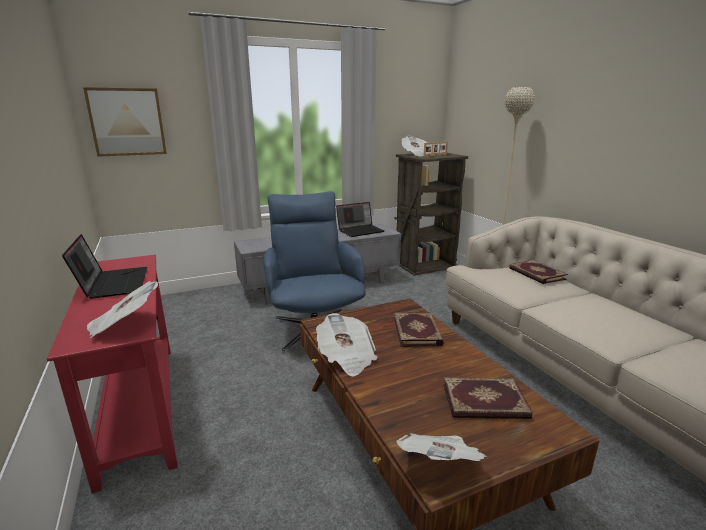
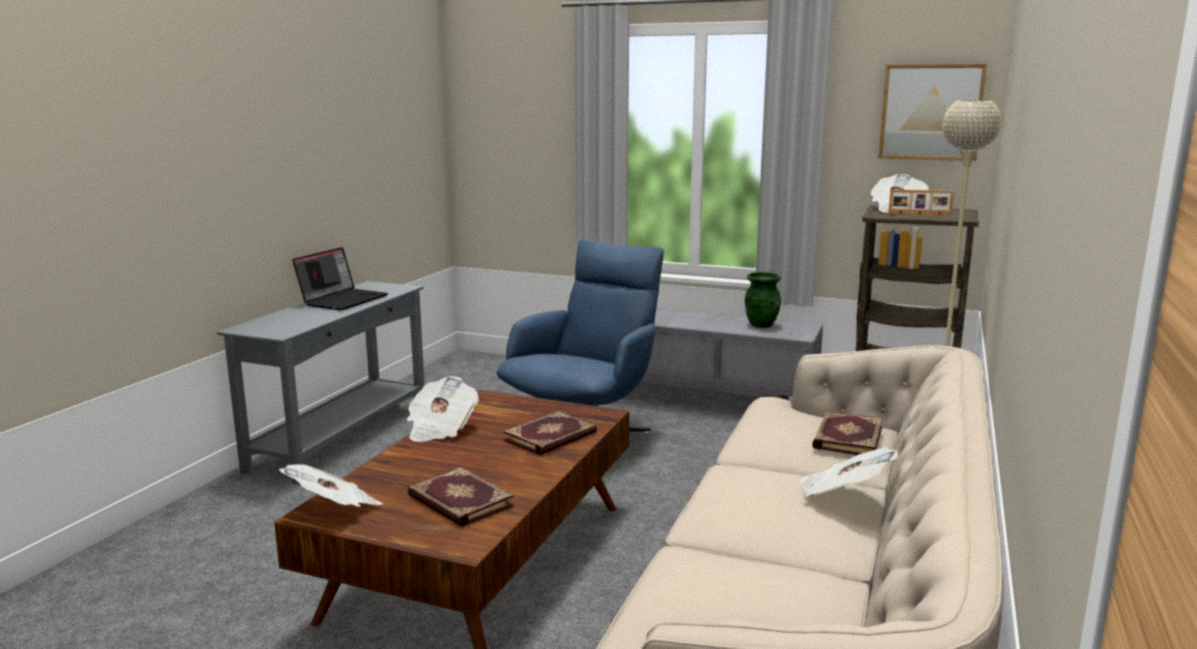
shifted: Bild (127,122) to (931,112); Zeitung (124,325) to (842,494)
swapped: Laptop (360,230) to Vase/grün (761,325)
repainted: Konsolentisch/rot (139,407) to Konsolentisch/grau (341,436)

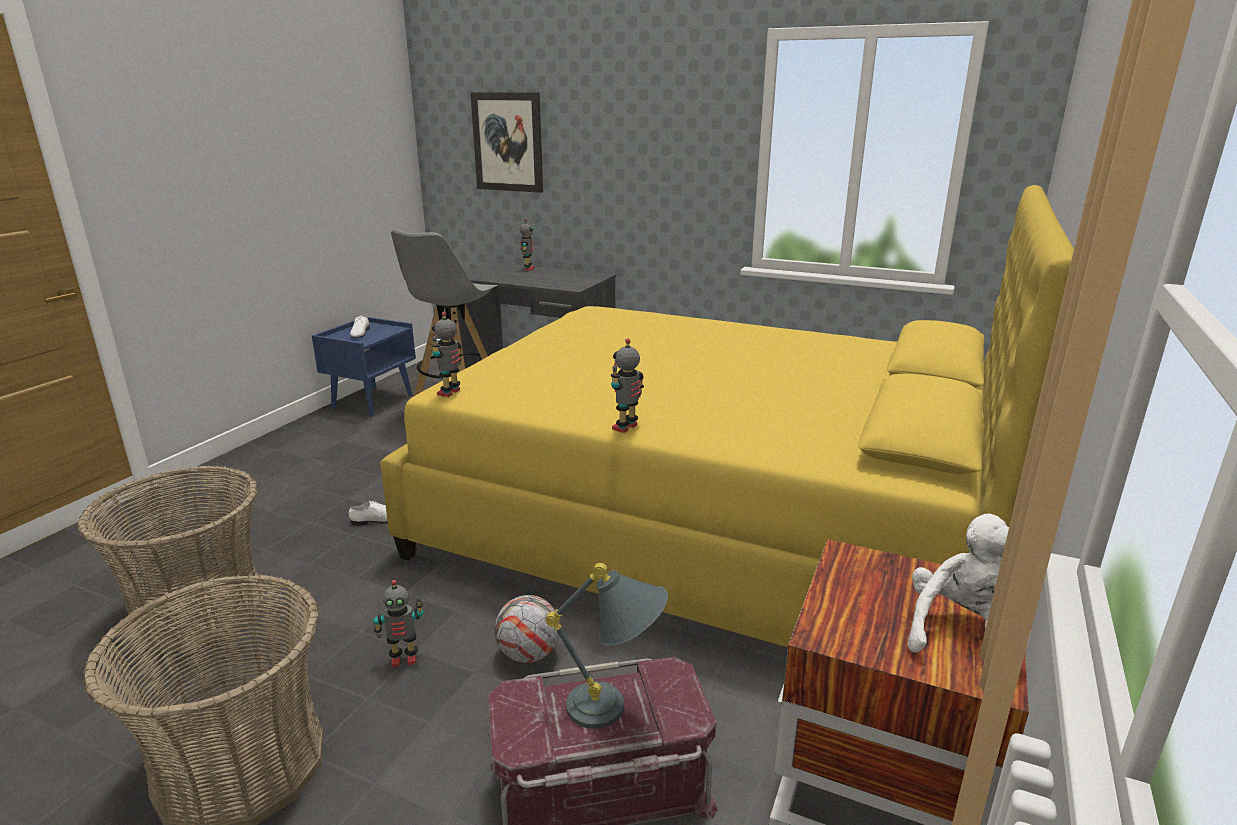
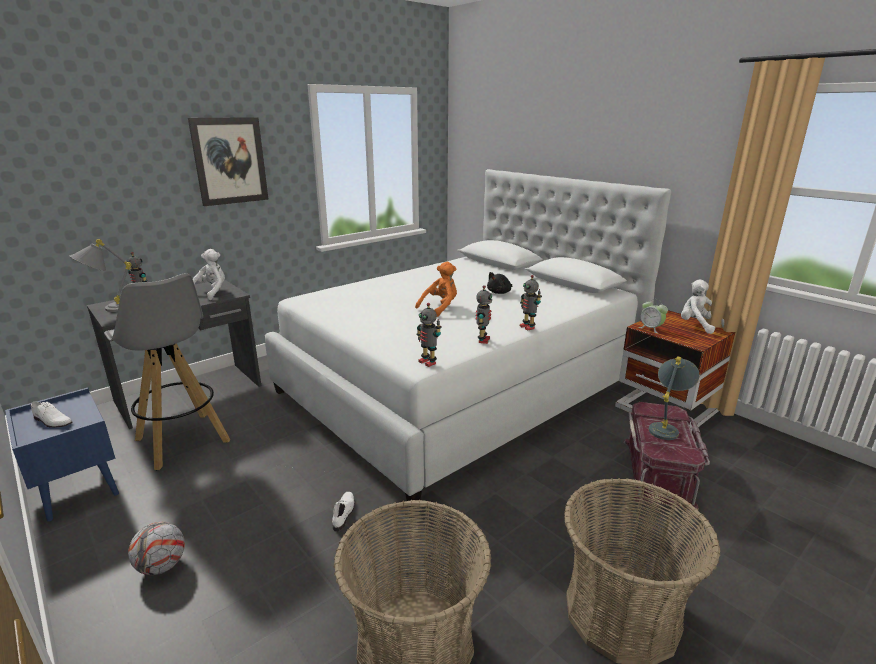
new: Tischlampe/grau (108,309); Plüschtier/weiß (211,292); Plüschtier/orange (440,308); Plüschtier/schwarz (500,292); Wecker (651,328)
shifted: Spielzeugroboter (404,659) to (482,340); Bild (508,142) to (230,161); Fußball (528,654) to (161,566)
repainted: Bett/gelb (712,522) to Bett/weiß (461,385)

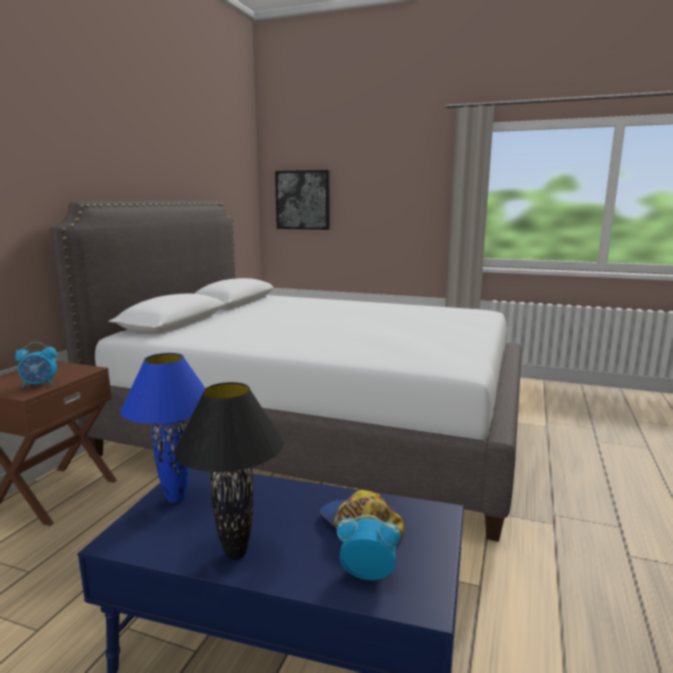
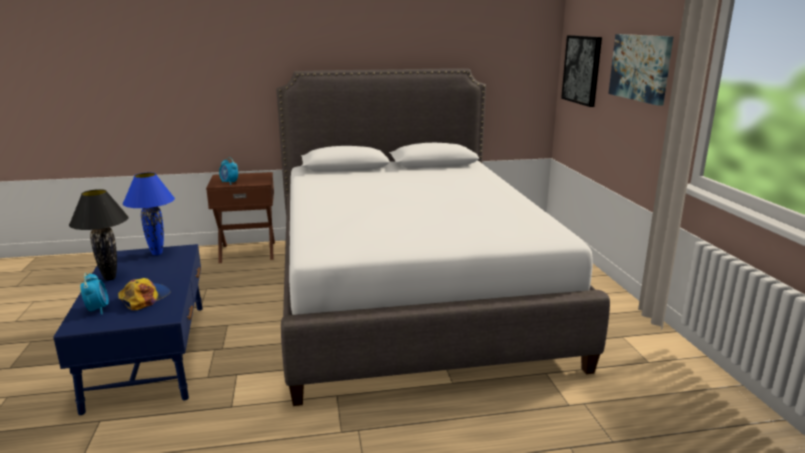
new: Bild (640,67)

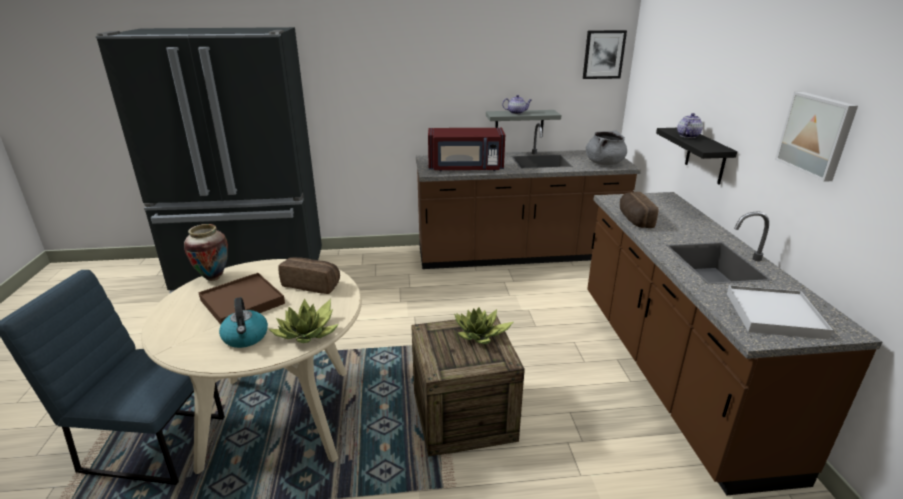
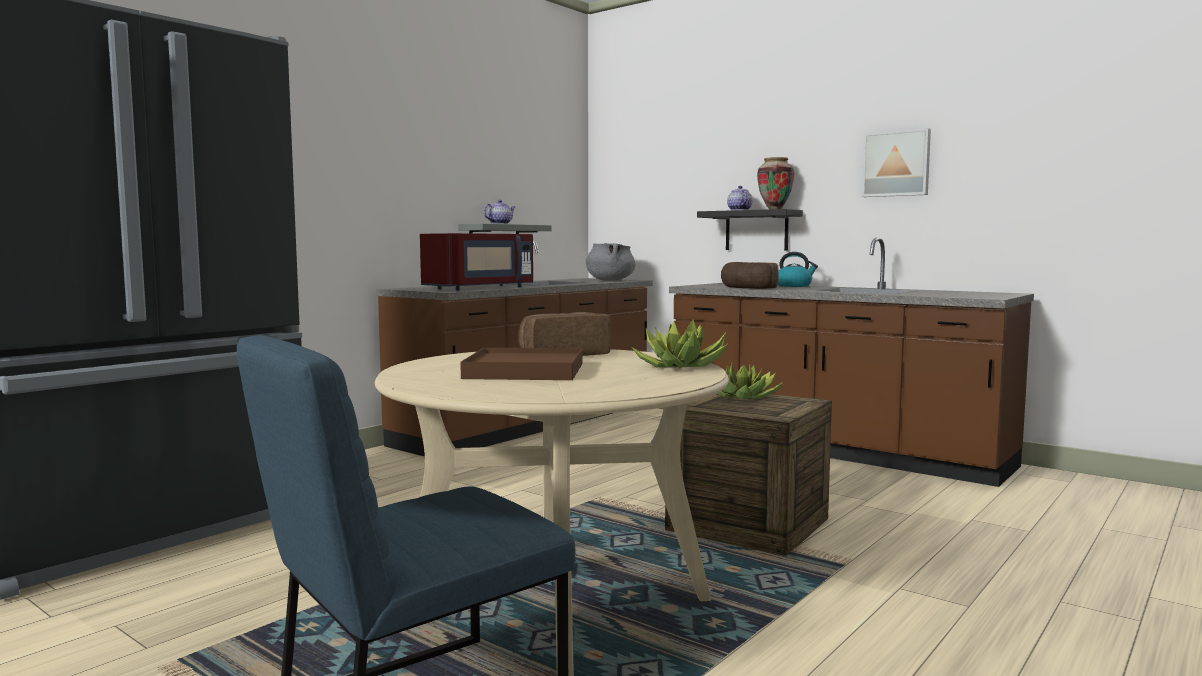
gone: Bild (603,54); Tablett/weiß (773,315)
shifted: Vase (213,278) to (775,209); Wasserkessel (246,337) to (794,286)

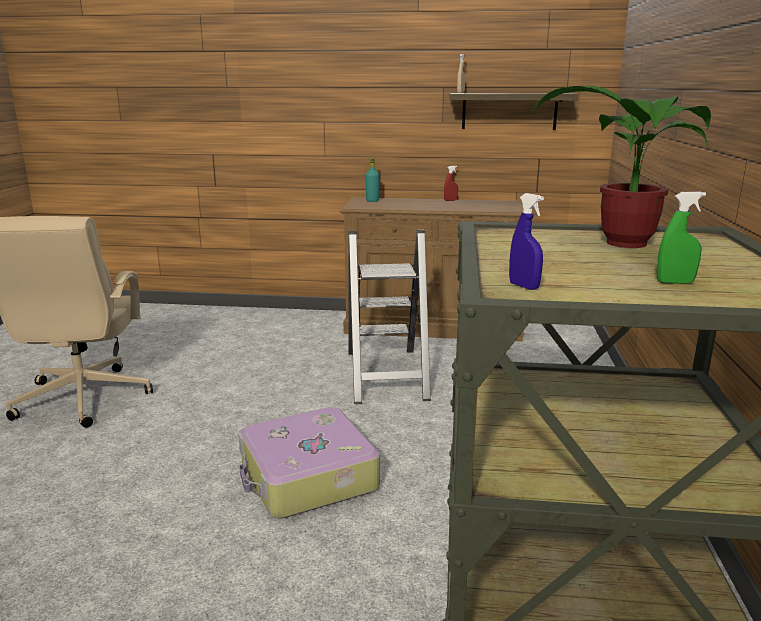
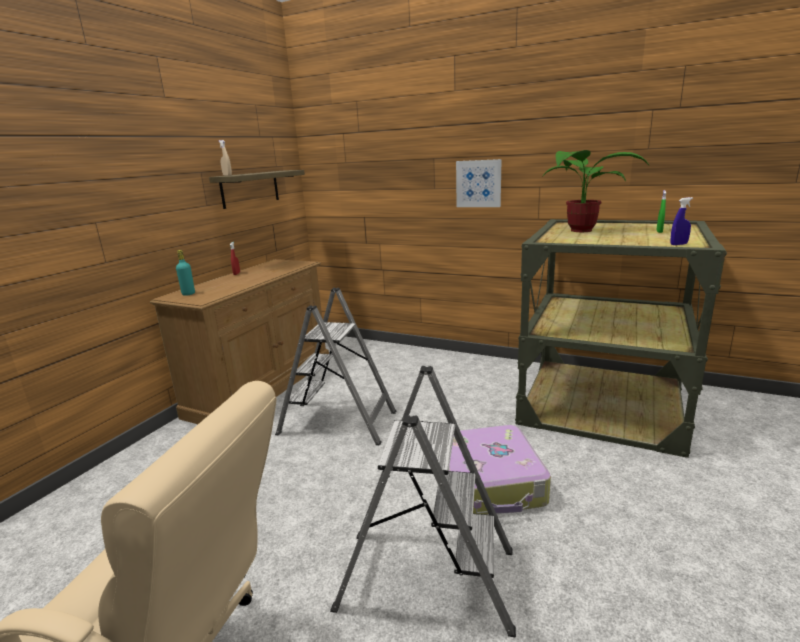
new: Trittleiter/grau (424,577); Bild (478,183)

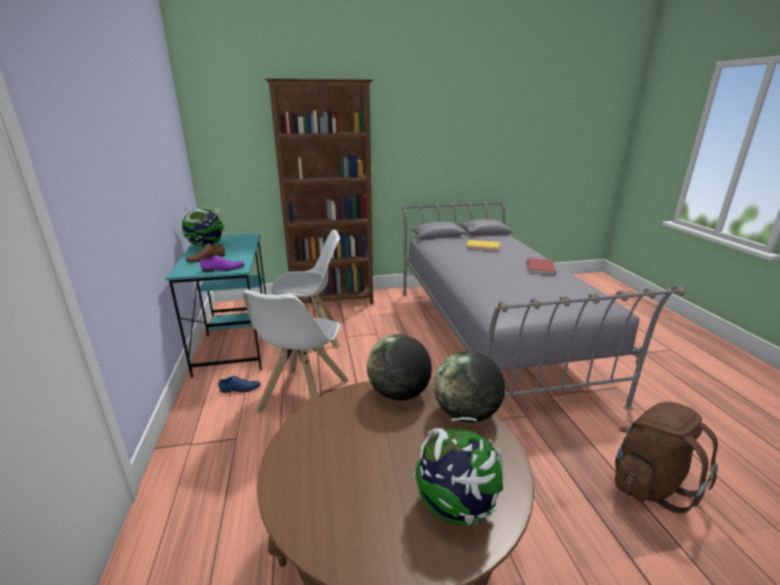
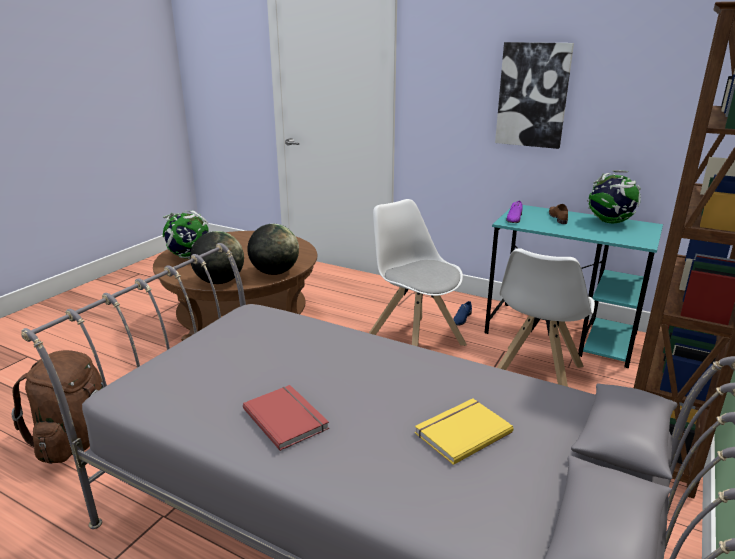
new: Bild (533,95)

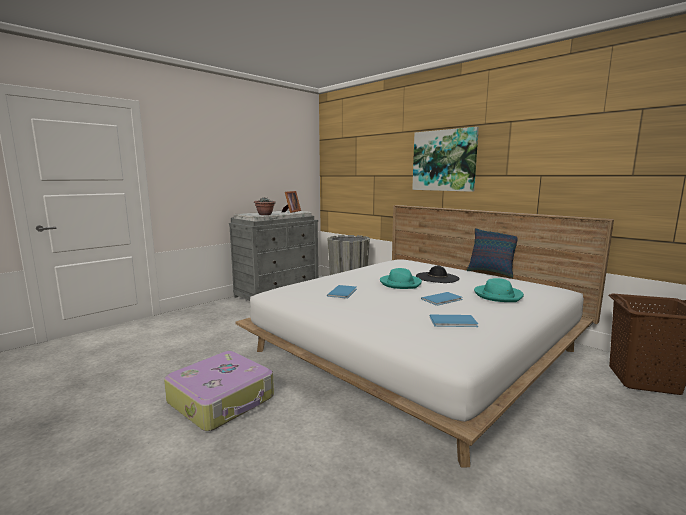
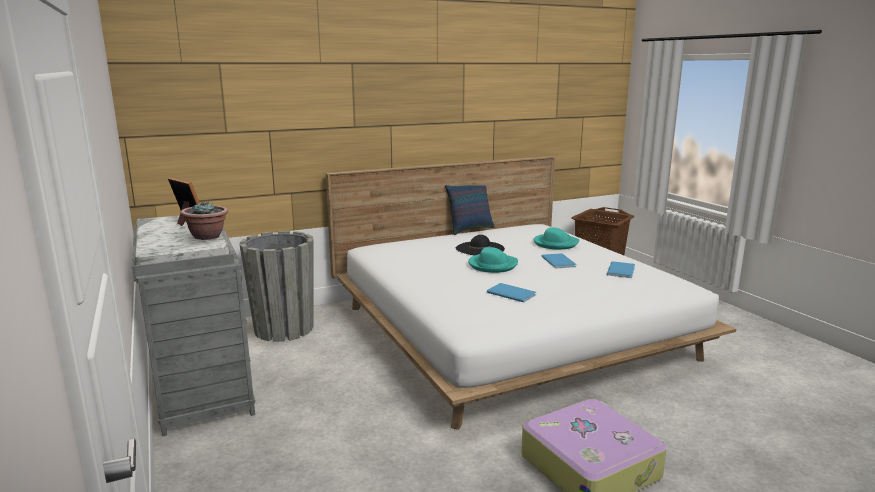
gone: Bild (444,160)

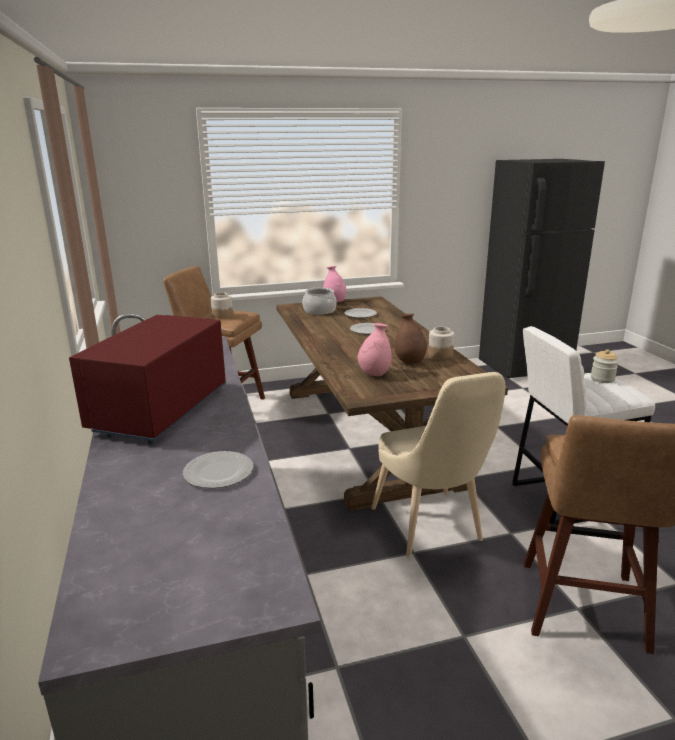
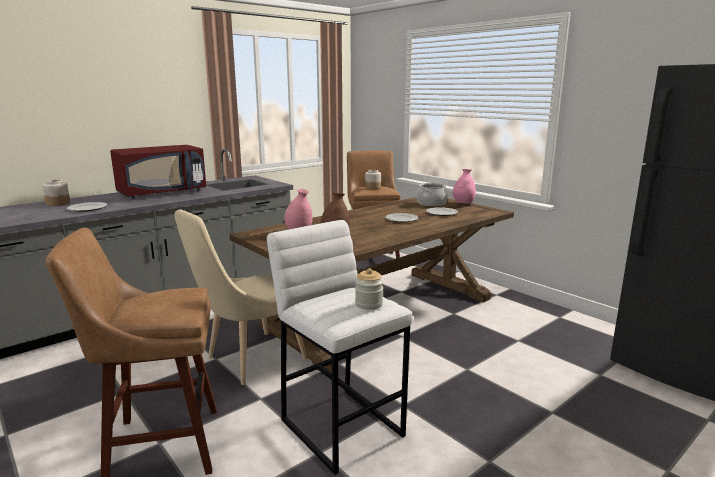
shifted: Vorratsglas (440,354) to (58,203)
rotated: Mikrowelle/rot (161,411) = (162,193) 150 degrees clockwise

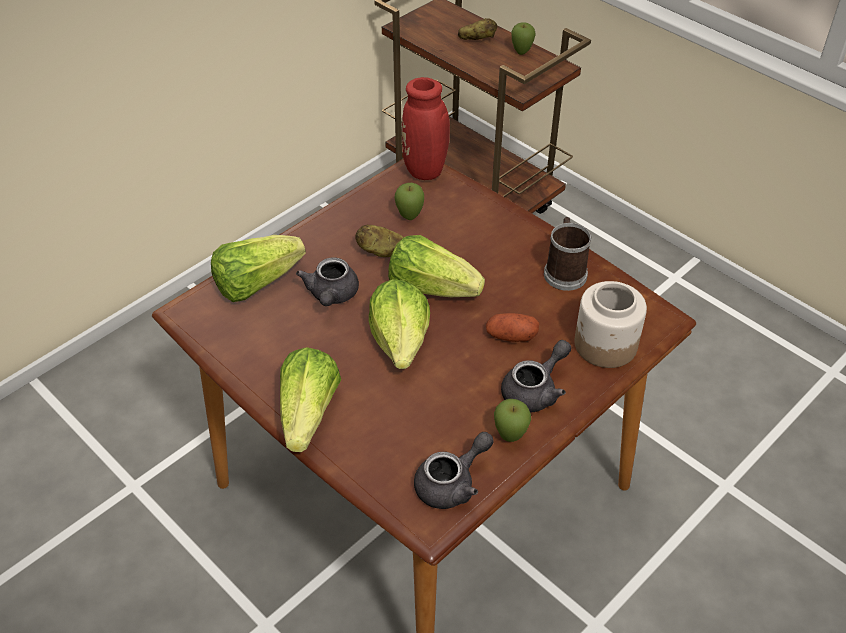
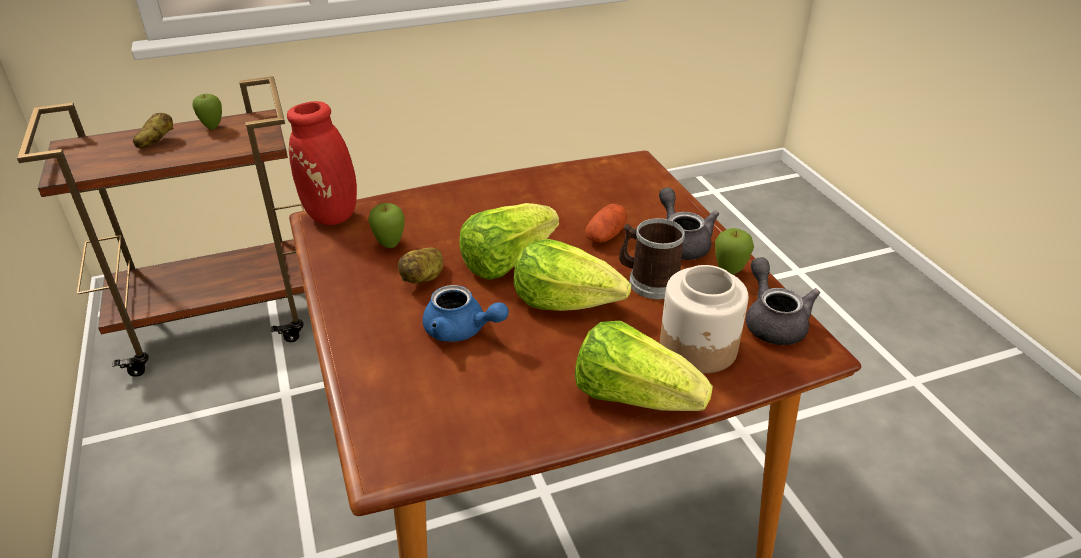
gone: Salatkopf (256,283)
shifted: Henkelbecher (564,271) to (648,281); Vorratsglas (605,345) to (699,348)
repainted: Teekanne/grau (331,295) to Teekanne/blau (461,330)

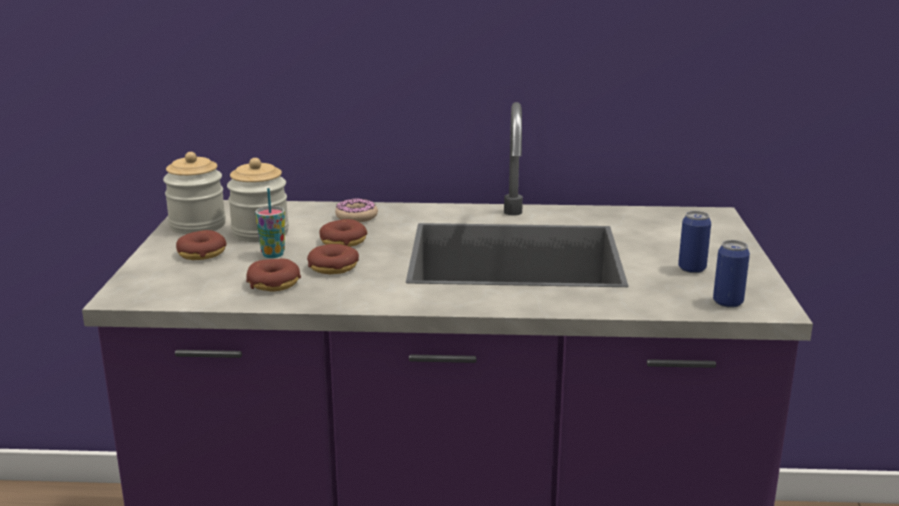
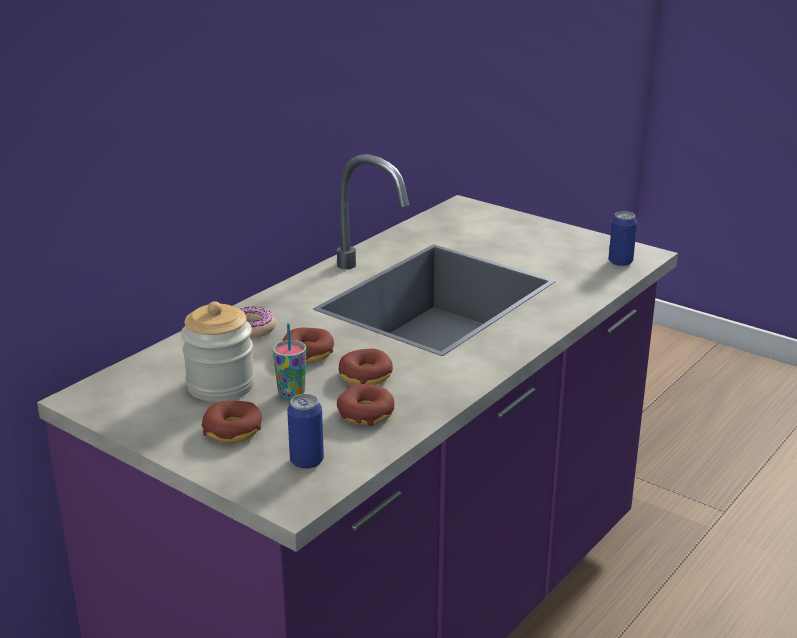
gone: Vorratsglas (197,225)
shifted: Dose (692,269) to (307,461)

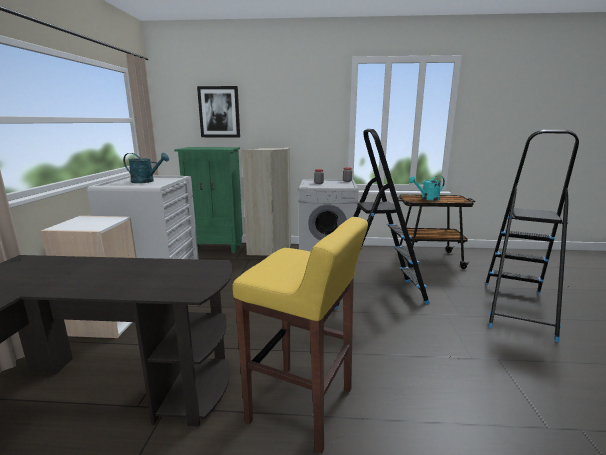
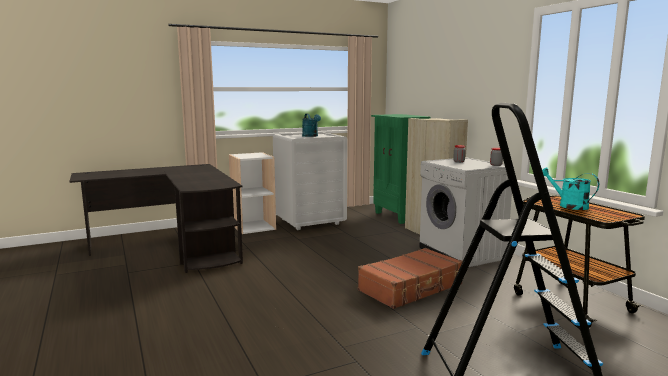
gone: Bild (219,112); Hocker/gelb (302,406)
swapped: Trittleiter/schwarz (374,294) to Koffer/braun (411,288)

